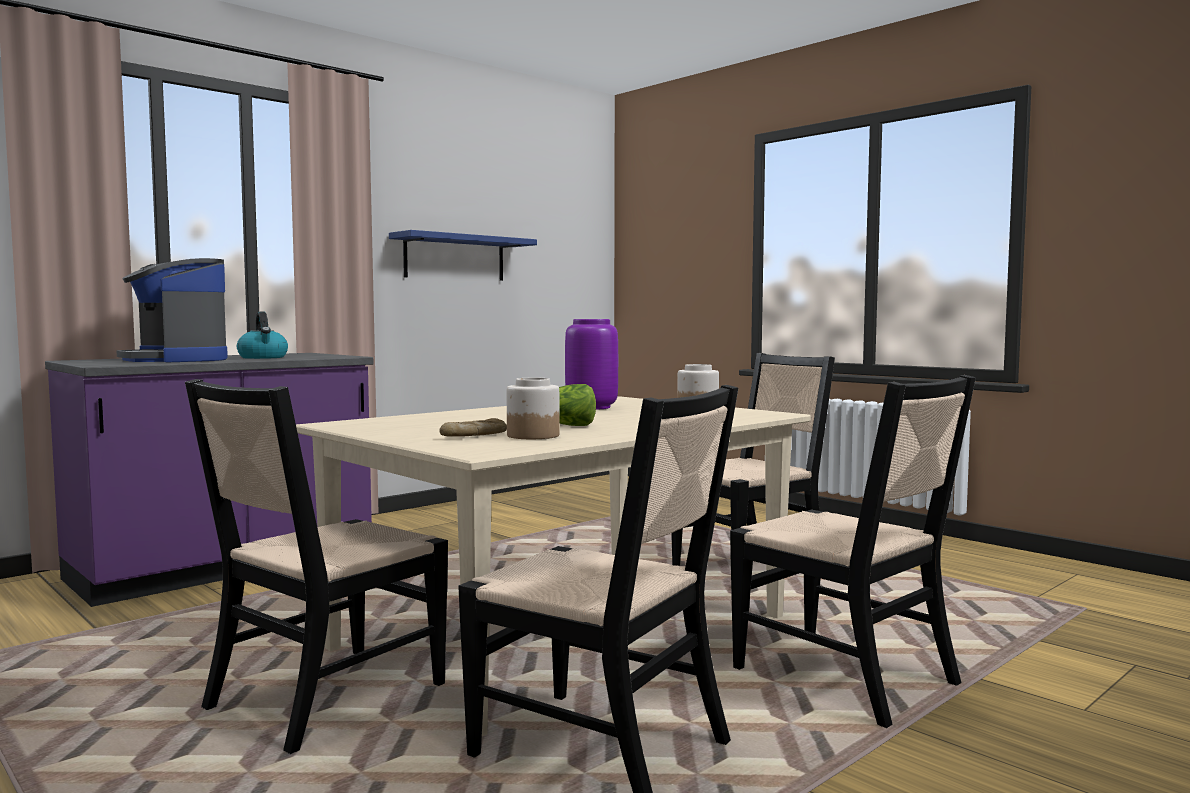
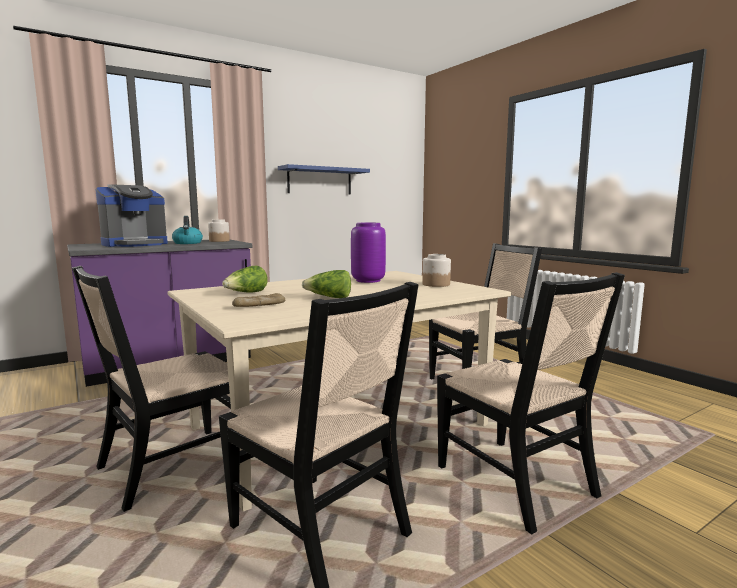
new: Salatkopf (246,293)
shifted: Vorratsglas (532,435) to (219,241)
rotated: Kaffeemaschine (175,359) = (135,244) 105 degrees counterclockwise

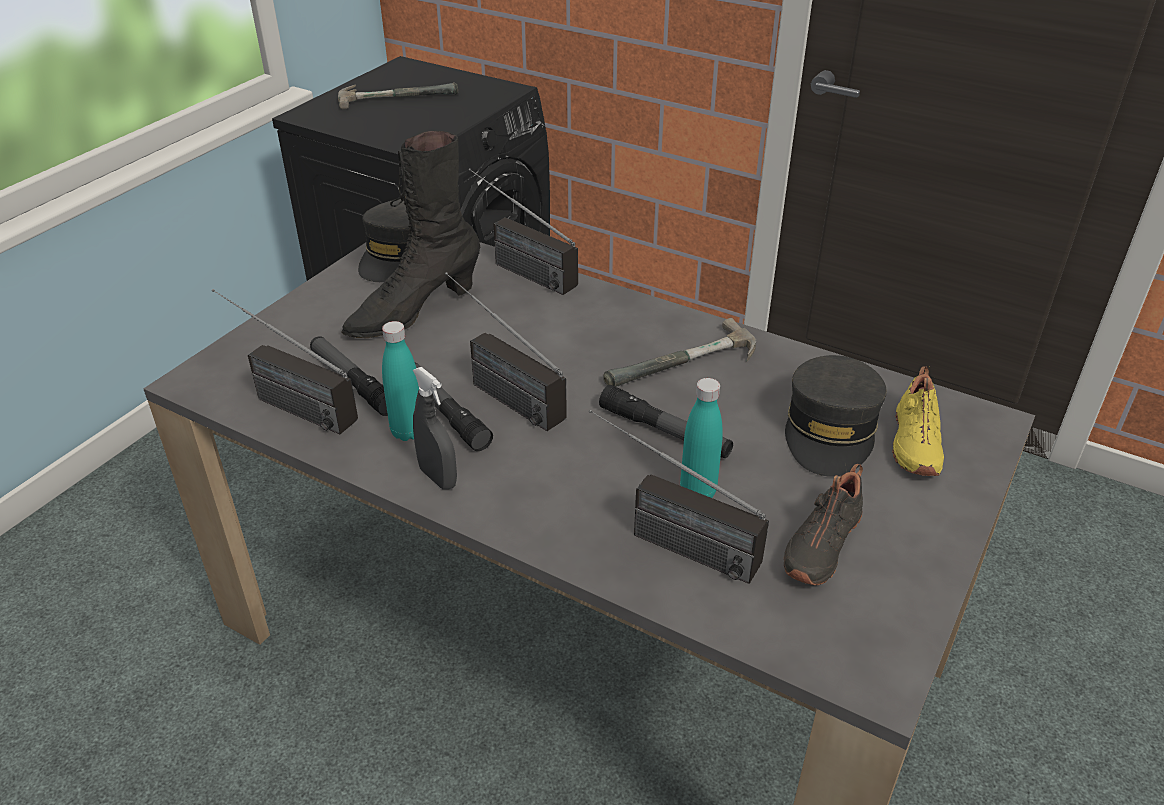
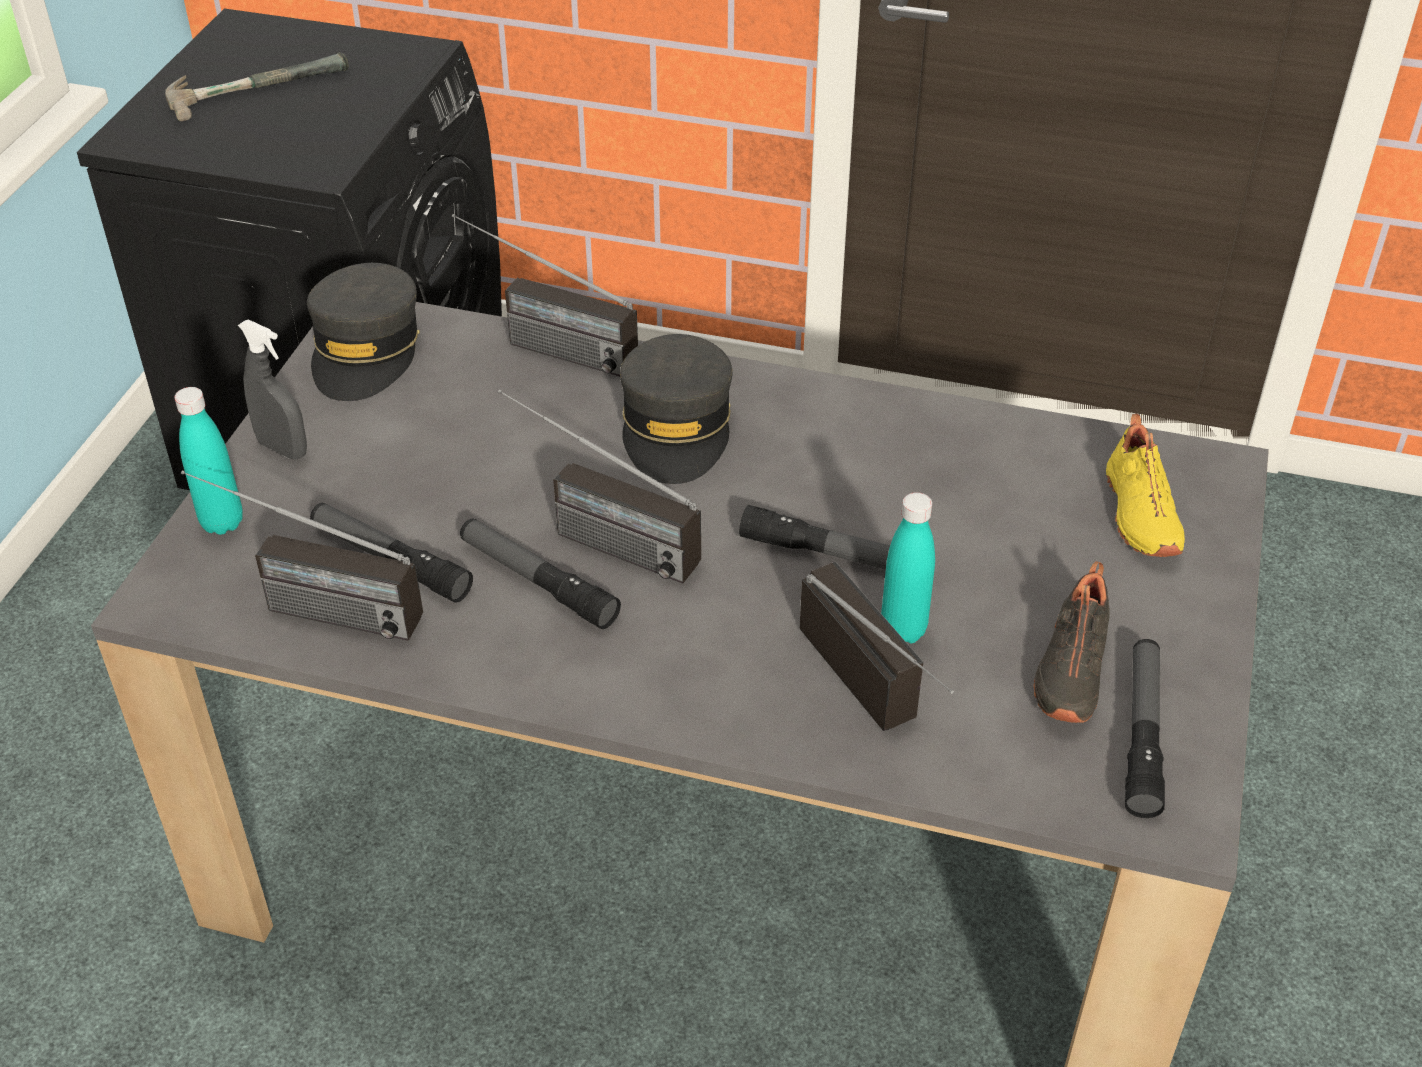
gone: Stiefel/schwarz (414,311); Hammer (685,367)
new: Taschenlampe (1142,735)
shifted: Flasche/türkis (407,432) to (222,522); Sprühflasche/grau (438,477) to (283,448); Kappe/grau (830,430) to (676,427)
rotated: Radio (664,538) = (884,699) 135 degrees counterclockwise

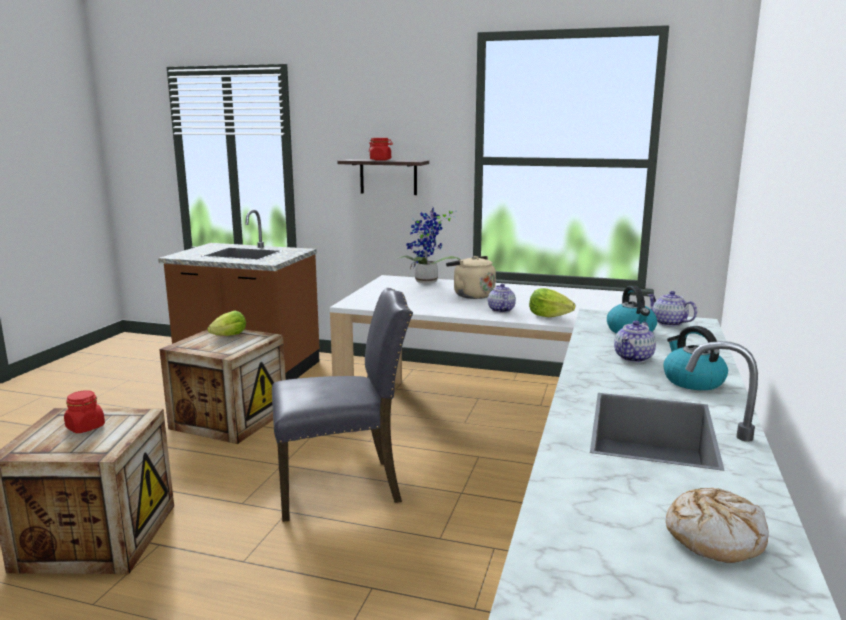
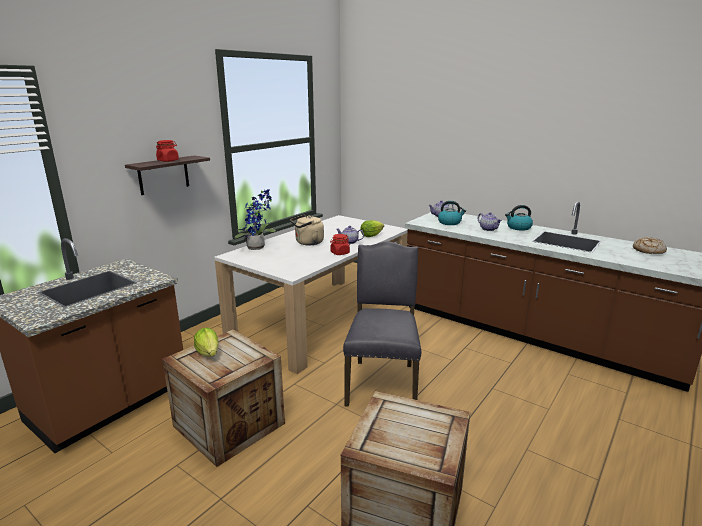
shifted: Vorratsglas/rot (85,427) to (339,253)

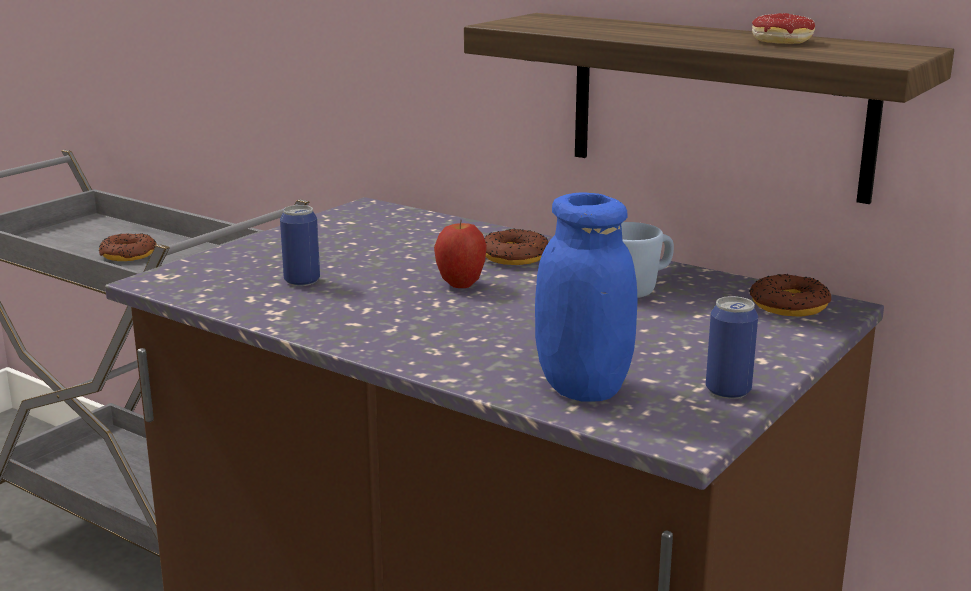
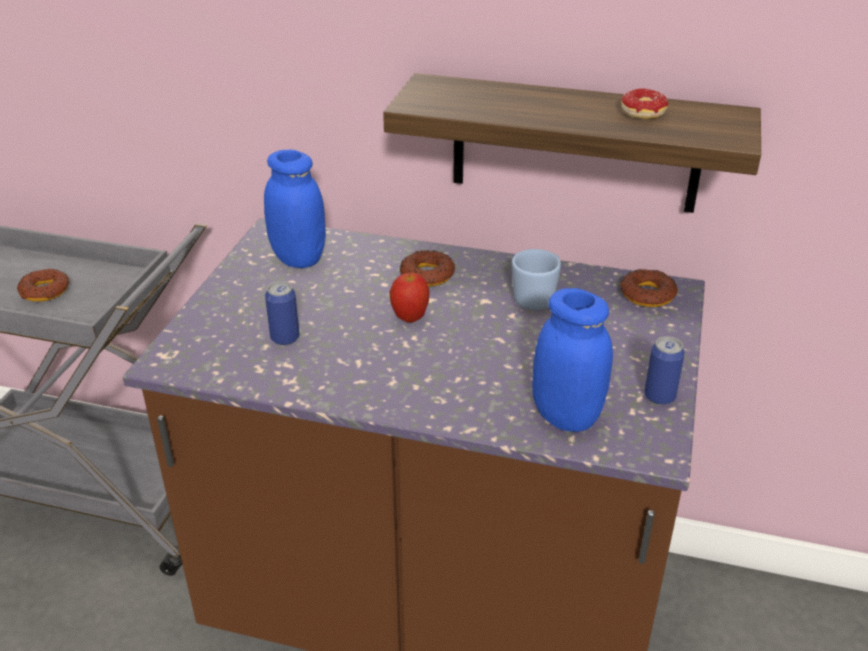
new: Vorratsglas/blau (298,259)

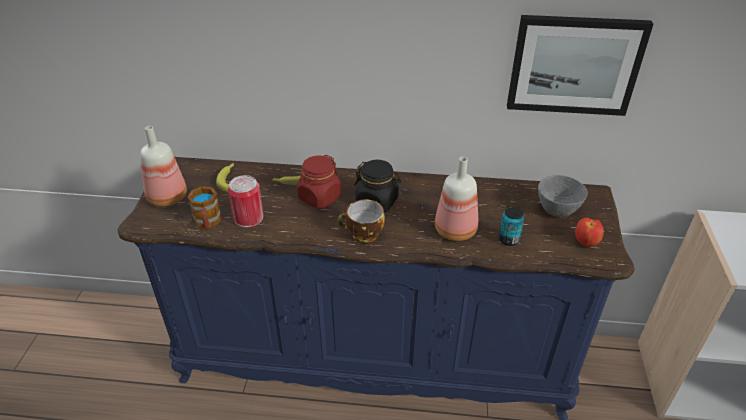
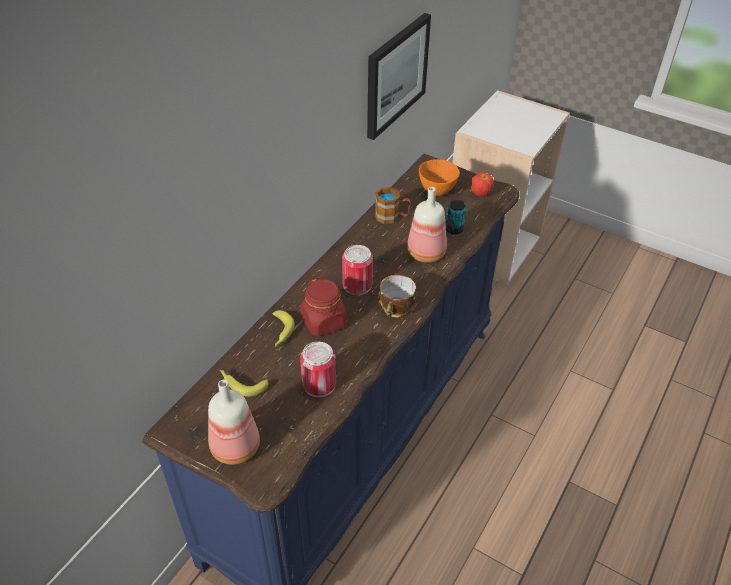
shifted: Henkelbecher (208,223) to (392,217)
swapped: Vorratsglas/schwarz (377,201) to Dose (357,285)
repainted: Schüssel/grau (556,210) to Schüssel/orange (436,191)

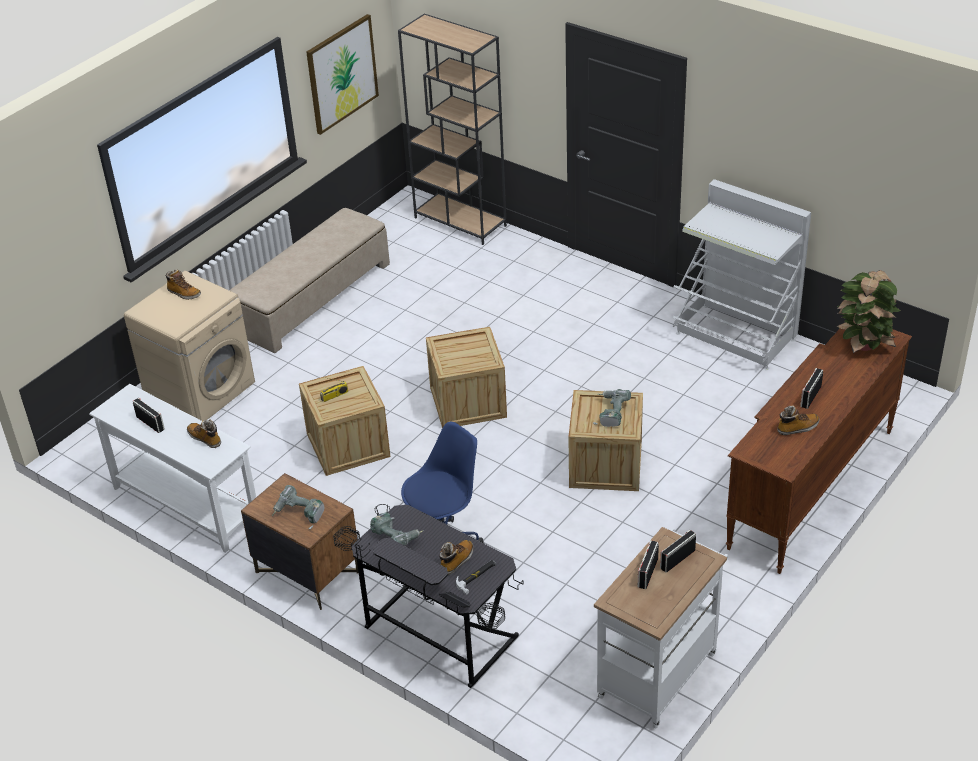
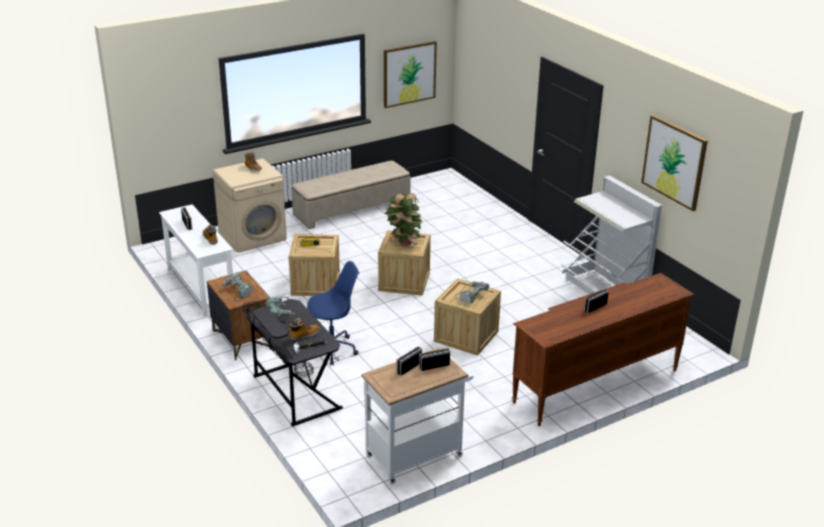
gone: Bücherregal (461,222); Stiefel (797,428)
new: Bild (674,162)
shifted: Topfpflanze (863,346) to (403,243)

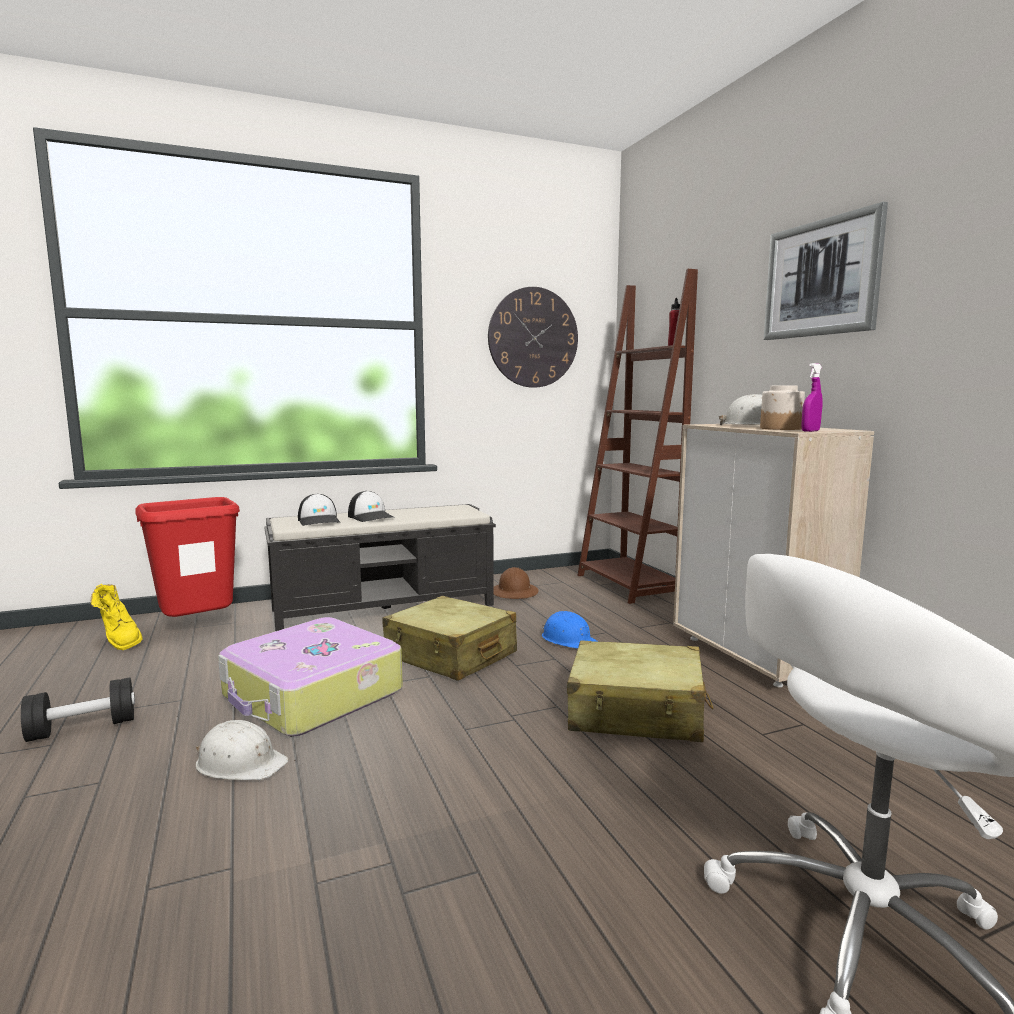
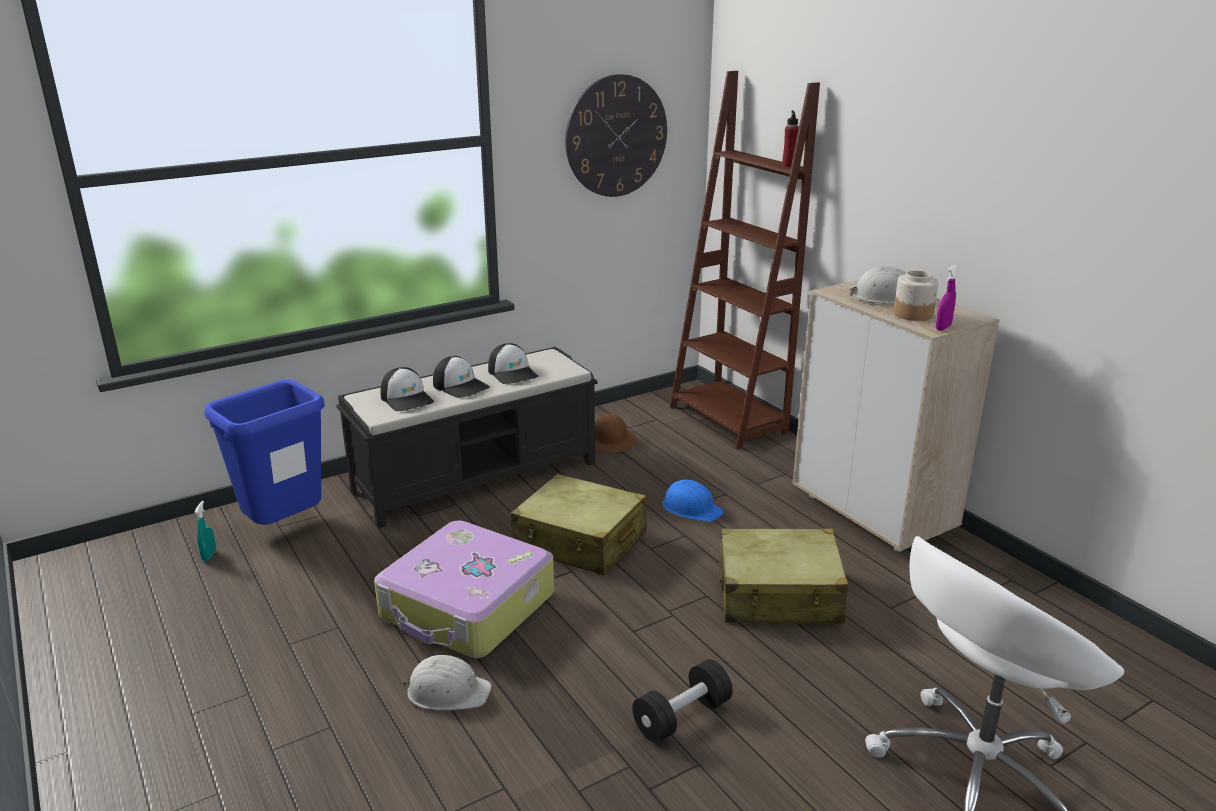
gone: Bild (821,278)
new: Kappe (513,373)
shifted: Hantel/schwarz (83,728) to (682,717)
swapped: Stiefel/gelb (119,641) to Sprühflasche/türkis (209,555)
repainted: Mülleimer/rot (199,628) to Mülleimer/blau (286,528)

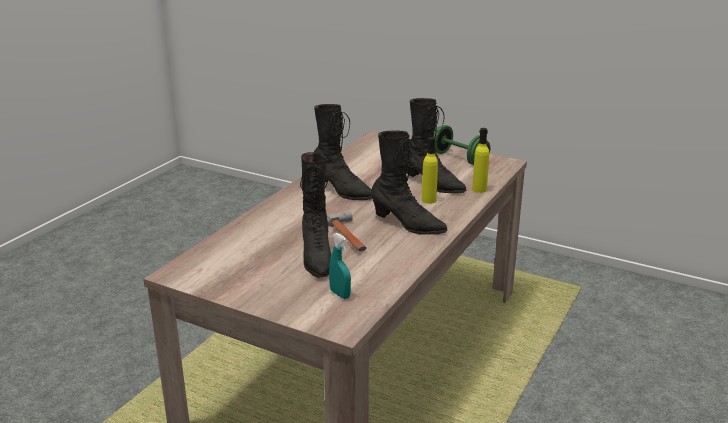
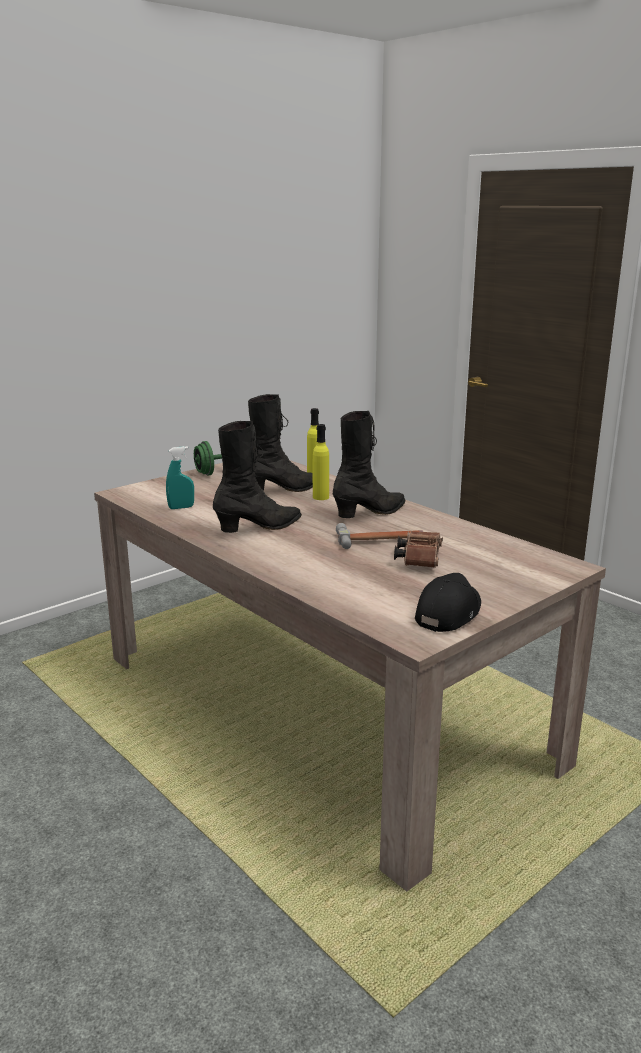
new: Kappe/schwarz (448,613)
shifted: Sprühflasche/türkis (340,294) to (181,507)
swapped: Stiefel/schwarz (316,257) to Fernglas/braun (419,559)

